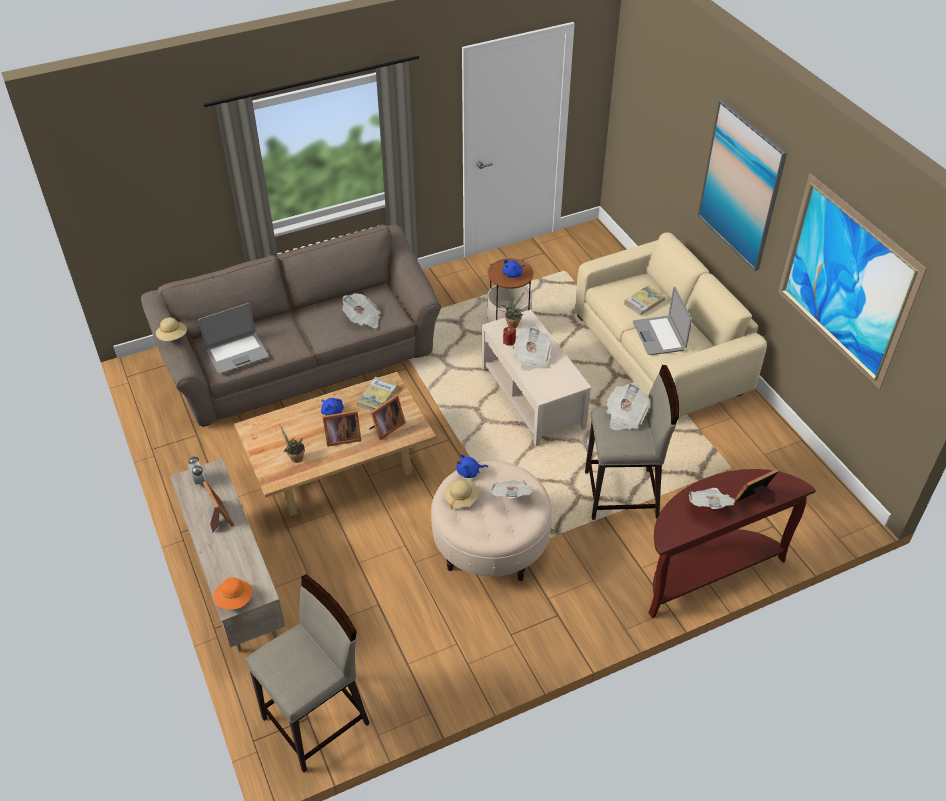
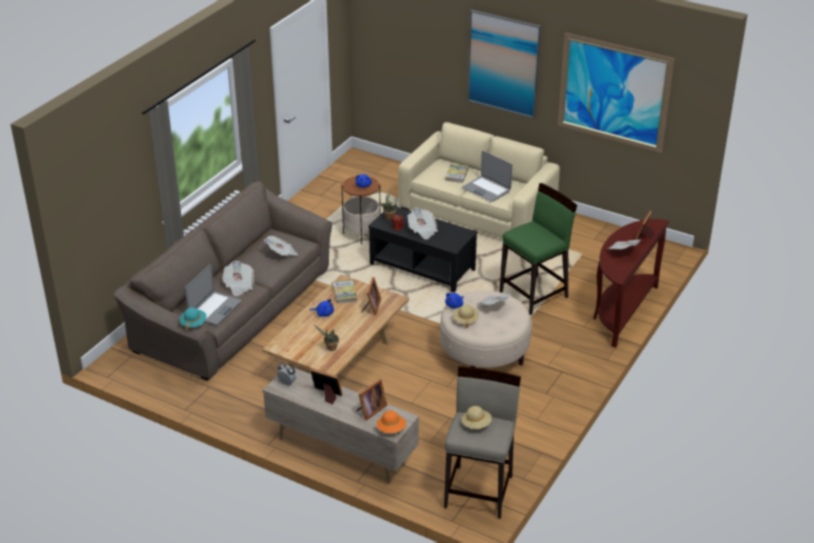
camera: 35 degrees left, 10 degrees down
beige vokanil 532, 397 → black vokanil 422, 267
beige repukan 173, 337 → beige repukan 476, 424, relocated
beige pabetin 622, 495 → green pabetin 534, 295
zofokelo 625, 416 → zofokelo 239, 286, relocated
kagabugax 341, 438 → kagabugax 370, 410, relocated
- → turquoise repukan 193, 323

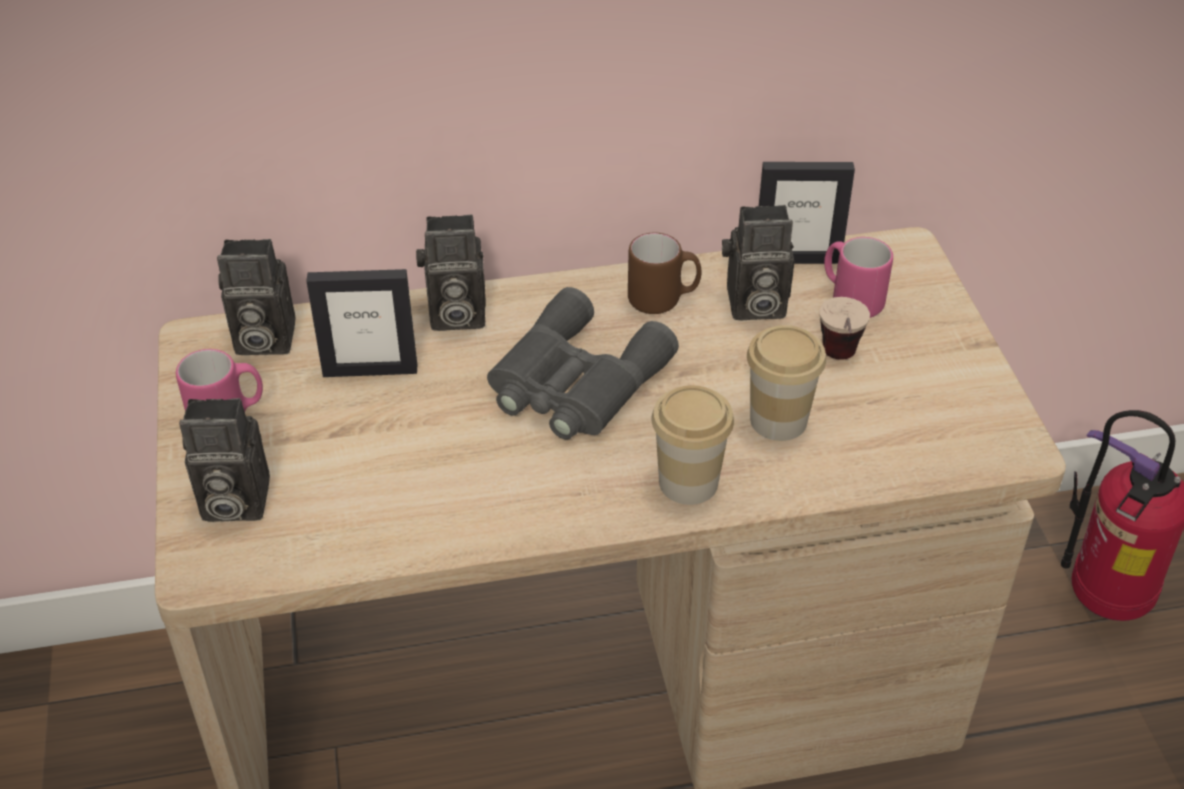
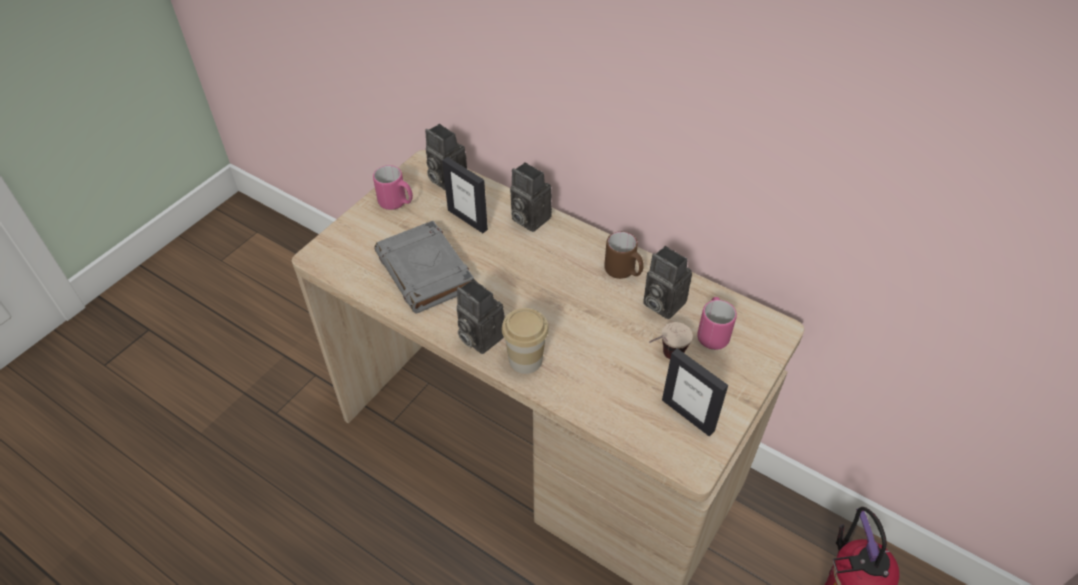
camera: 45 degrees right, 5 degrees up
kagabugax 797, 259 → kagabugax 688, 415, relocated
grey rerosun 574, 383 → -
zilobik 778, 420 → -
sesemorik 231, 502 → sesemorik 478, 336, relocated
- → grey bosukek 426, 272

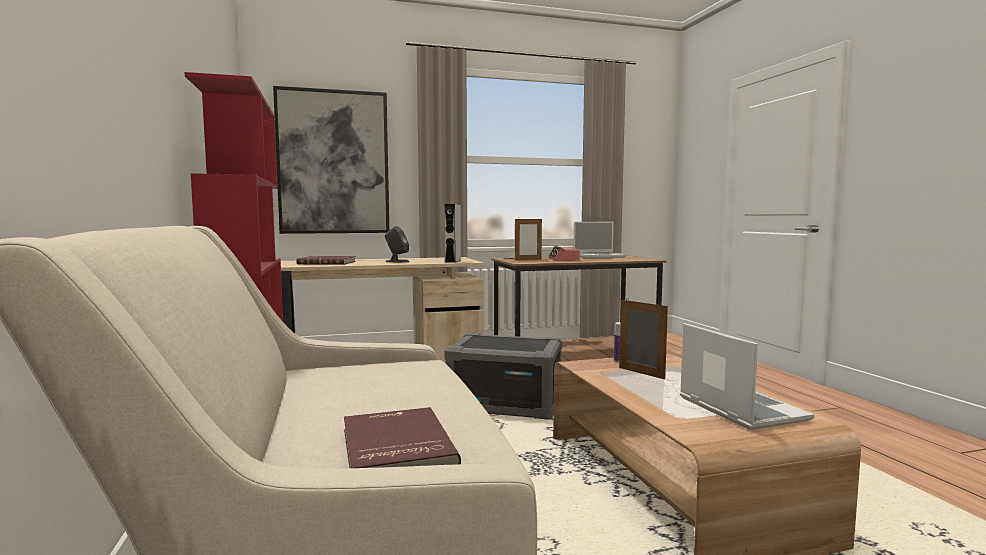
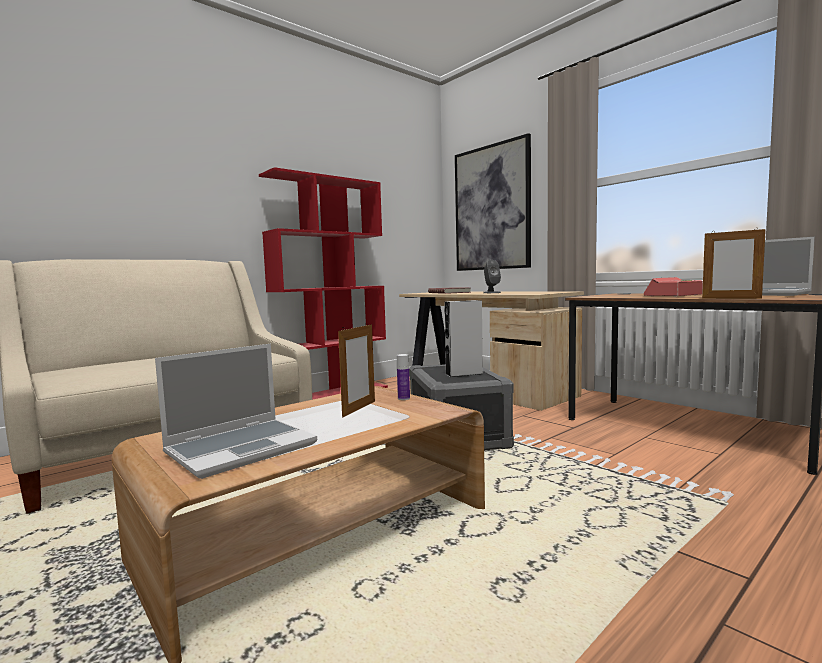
camera: 65 degrees right, 0 degrees up
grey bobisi 453, 261 → grey bobisi 464, 374, relocated
kagabugax 528, 259 → kagabugax 731, 298, relocated
red bosukek 394, 448 → -

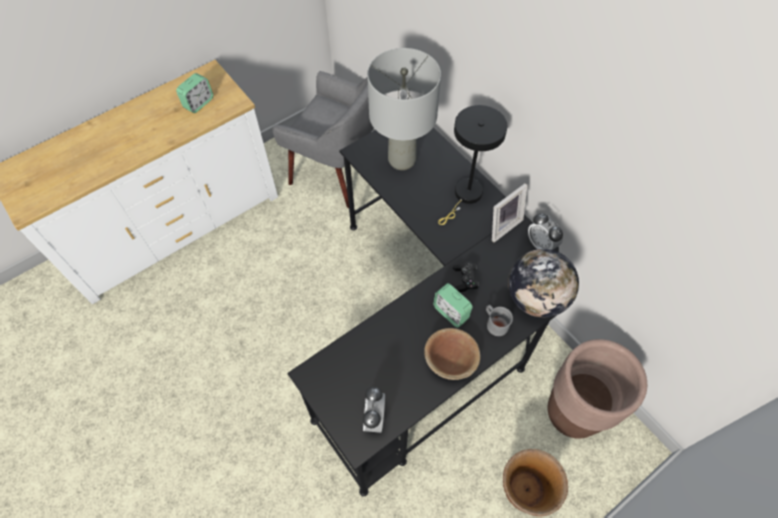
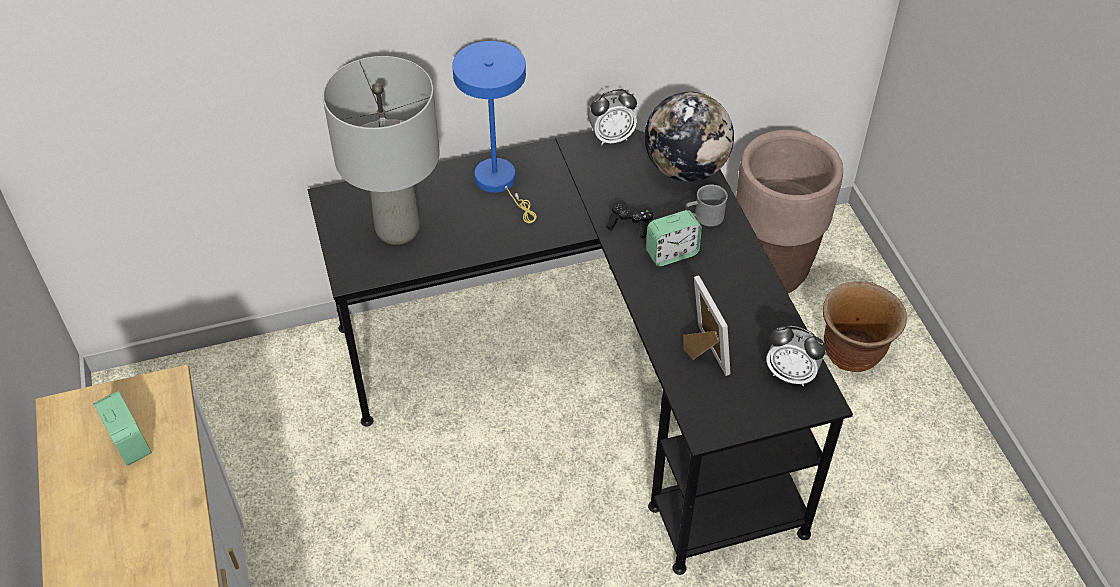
camera: 70 degrees left, 10 degrees down
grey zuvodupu 337, 171 → -
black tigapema 465, 196 → blue tigapema 500, 182
kagabugax 501, 225 → kagabugax 702, 353, relocated
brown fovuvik 451, 359 → -

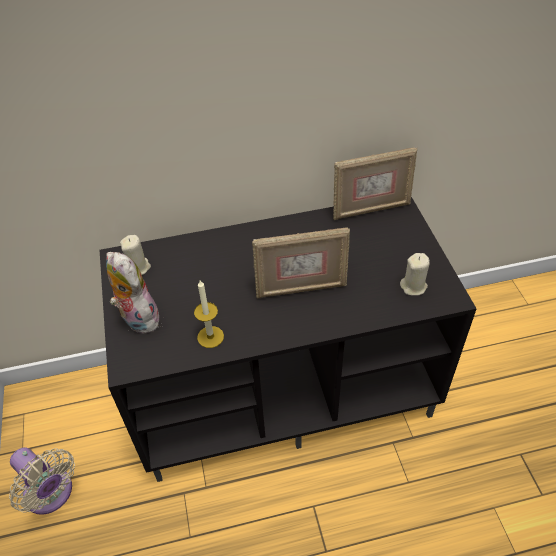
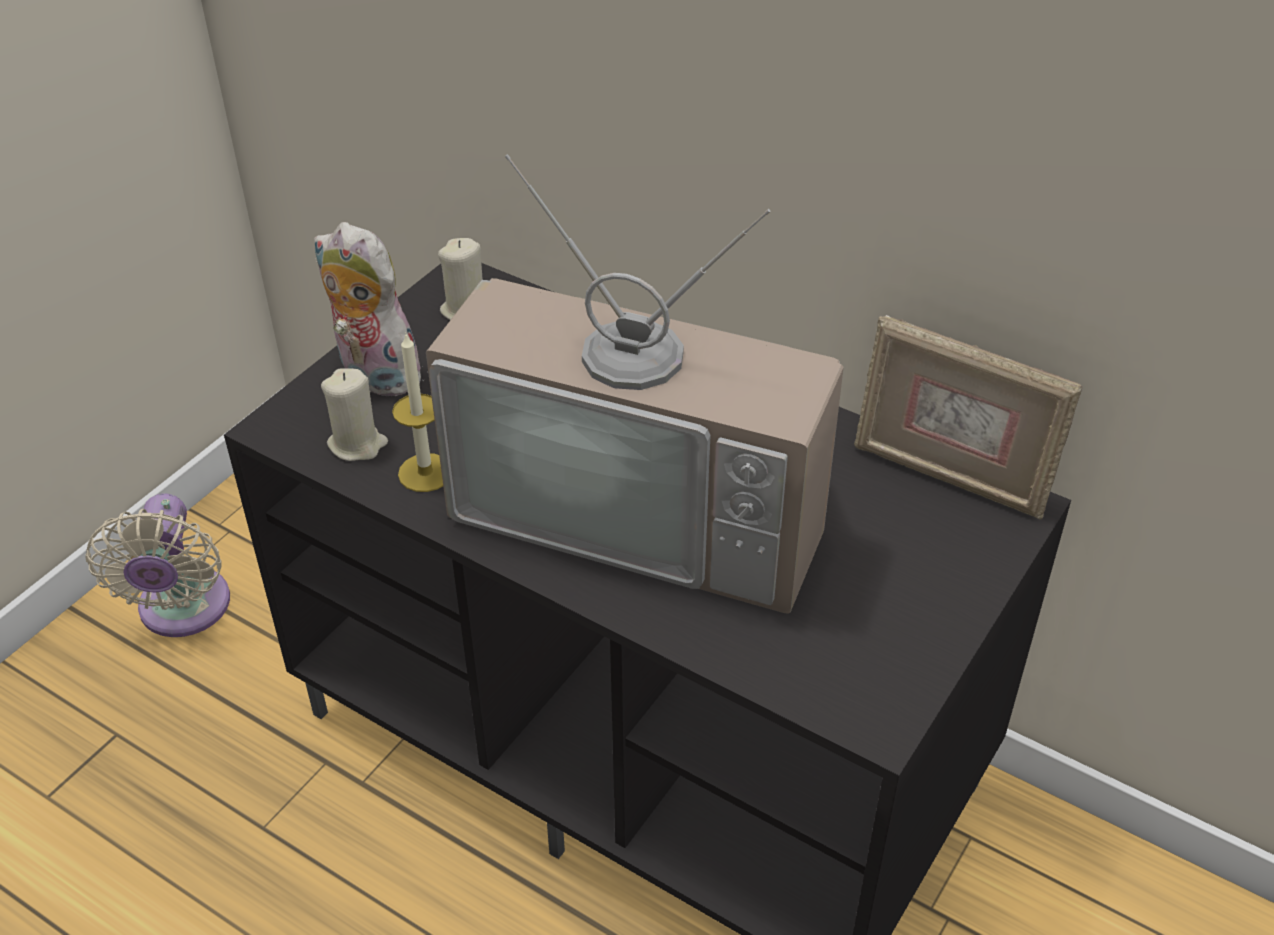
camera: 45 degrees right, 5 degrees down
kagabugax 301, 288 → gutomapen 646, 508
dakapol 137, 318 → dakapol 373, 375, 60 degrees counterclockwise
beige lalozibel 413, 286 → beige lalozibel 357, 444, relocated

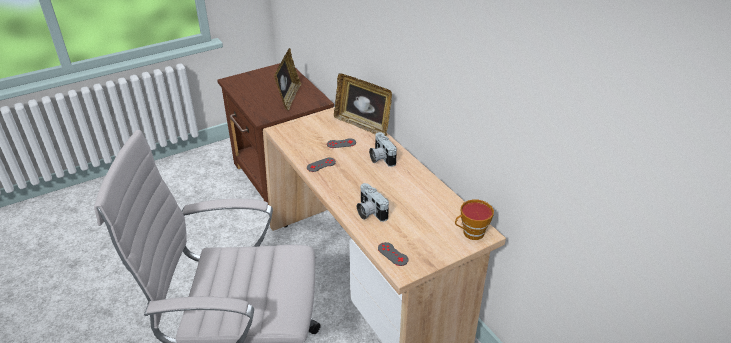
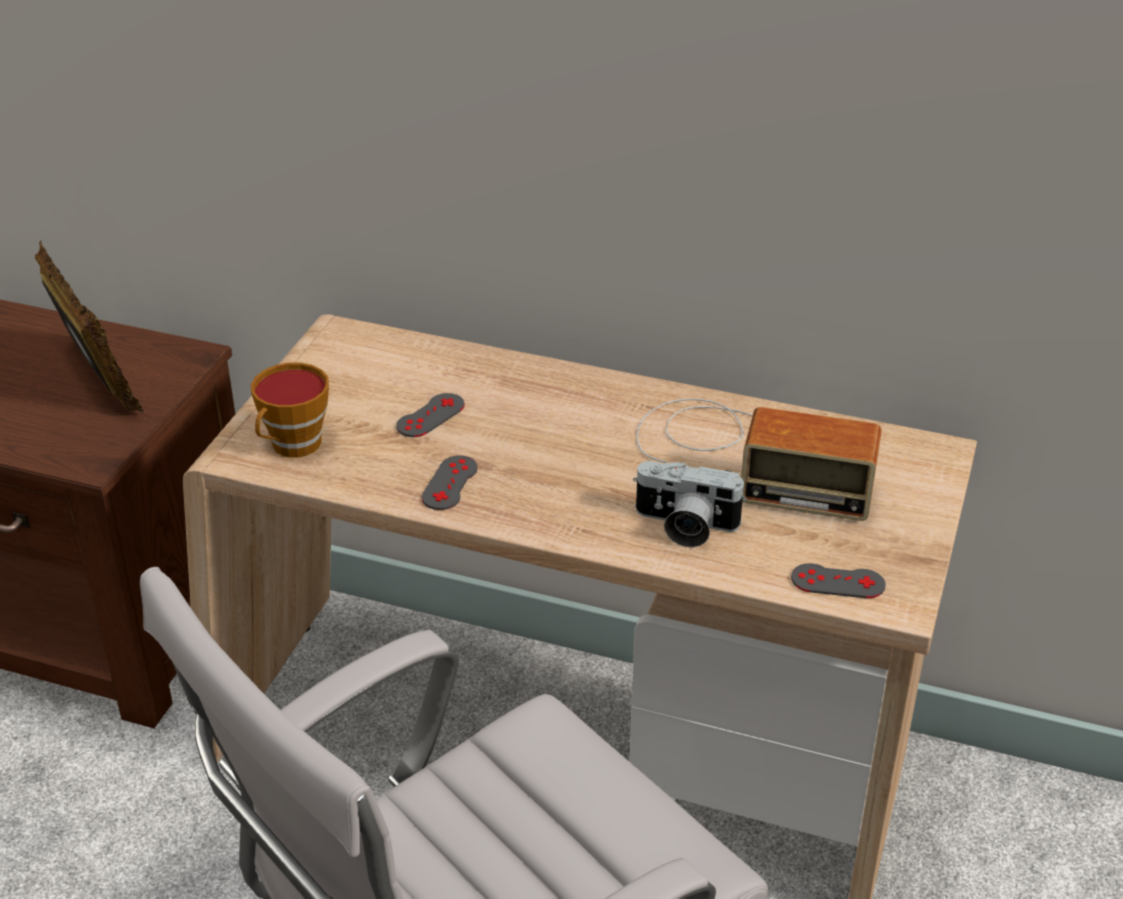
camera: 40 degrees left, 0 degrees up
kagabugax 363, 125 → -
sesemorik 380, 158 → -
zilobik 471, 233 → zilobik 293, 446, relocated
- → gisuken 747, 457

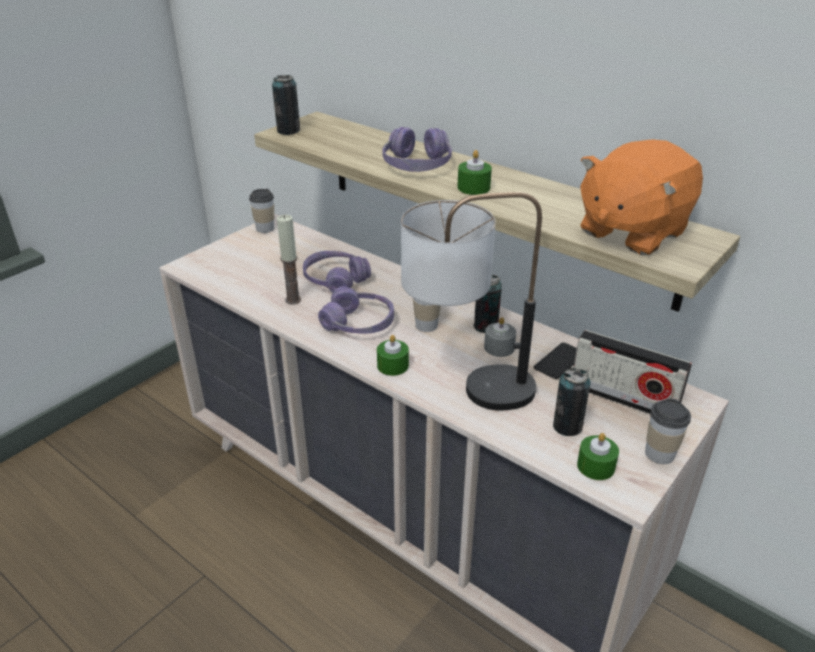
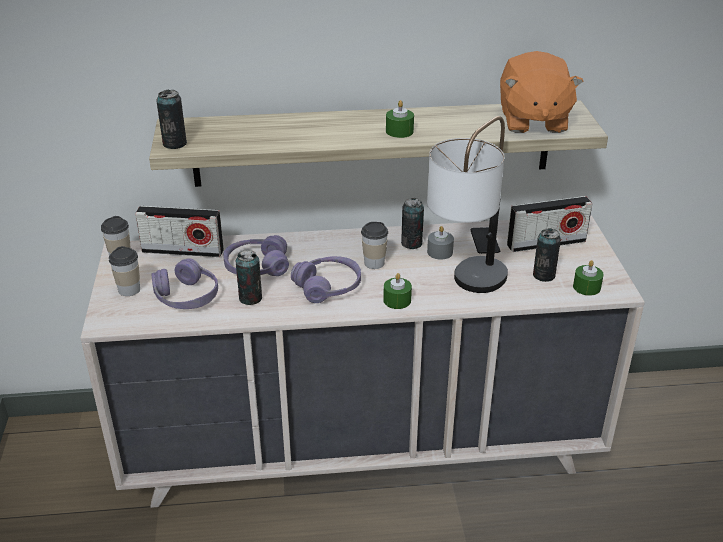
camera: 45 degrees left, 0 degrees up
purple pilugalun 417, 165 → purple pilugalun 187, 296, relocated
lalozibel 293, 300 → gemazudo 250, 298
zilobik 659, 454 → zilobik 129, 290, relocated
- → gisuken 183, 251

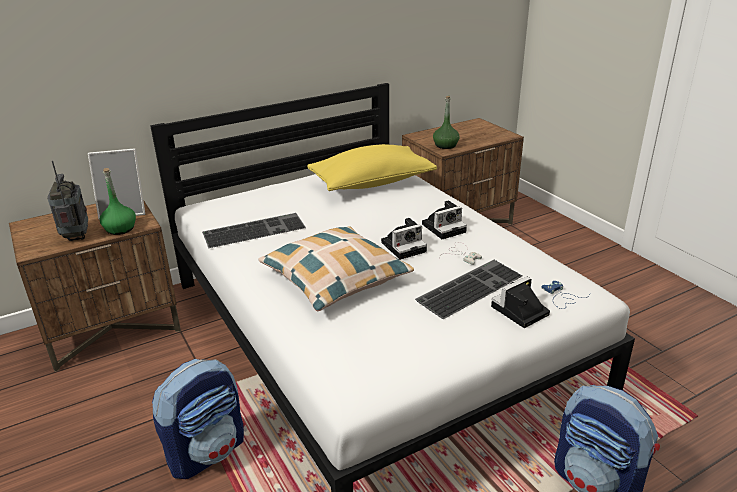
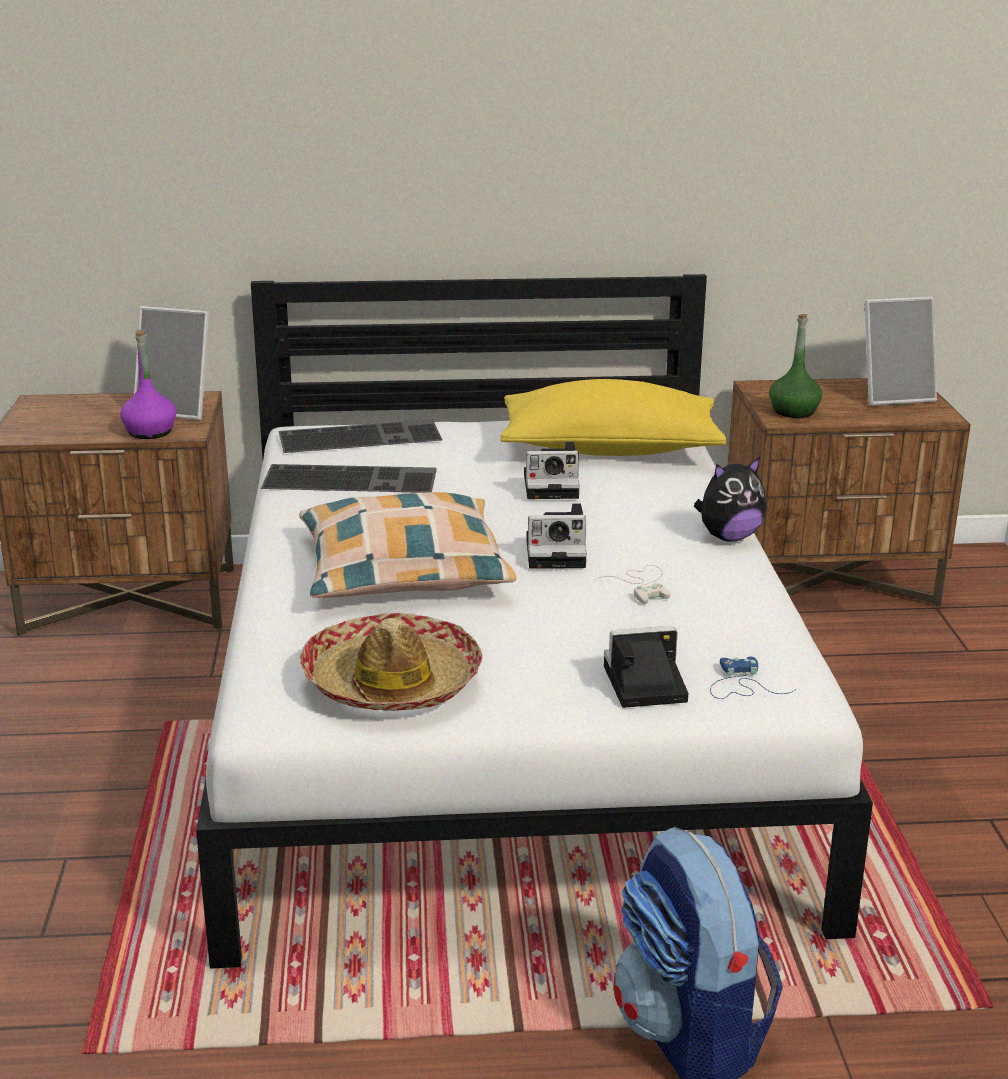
camera: 25 degrees right, 5 degrees down
gisuken 76, 236 → -
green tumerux 120, 229 → purple tumerux 150, 432
sesemorik 444, 227 → sesemorik 553, 486, relocated
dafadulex 469, 287 → dafadulex 361, 436, relocated
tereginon 207, 451 → -
- → kagabugax 893, 396
- → dakapol 728, 537
- → repukan 391, 682

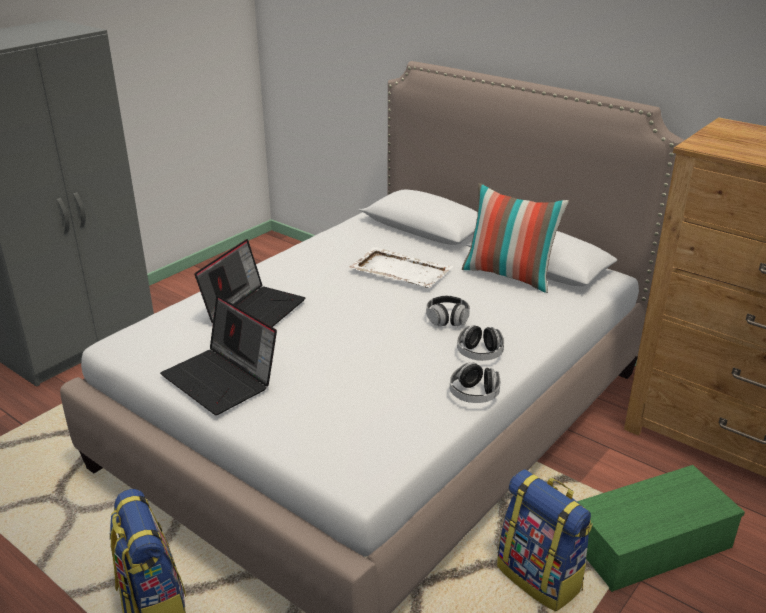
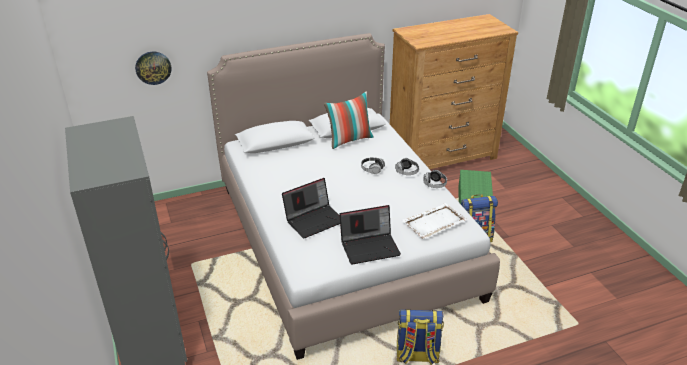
camera: 60 degrees left, 5 degrees up
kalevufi 254, 310 → kalevufi 314, 219, 90 degrees clockwise
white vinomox 400, 271 → white vinomox 433, 222, relocated
- → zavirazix 153, 67

